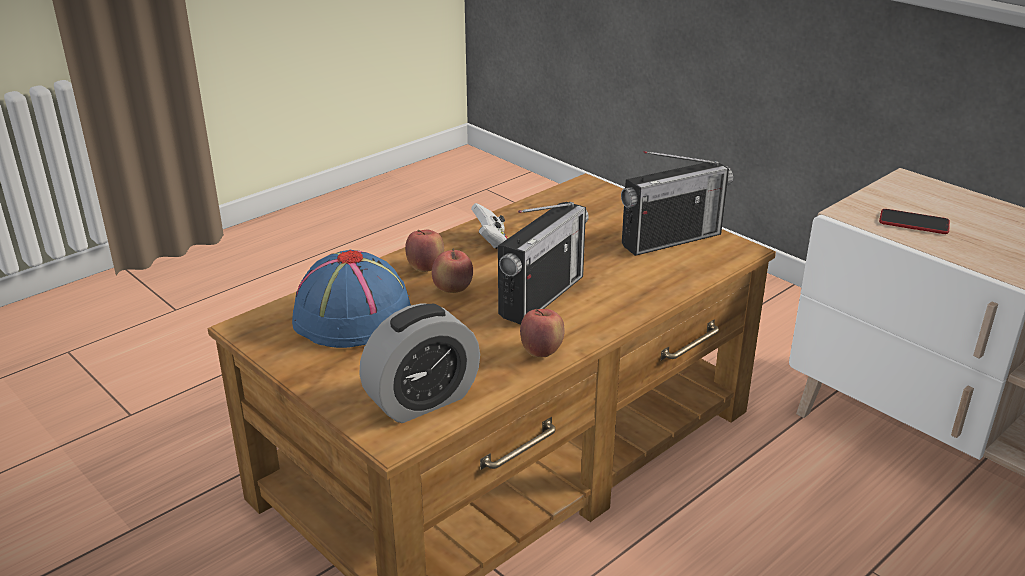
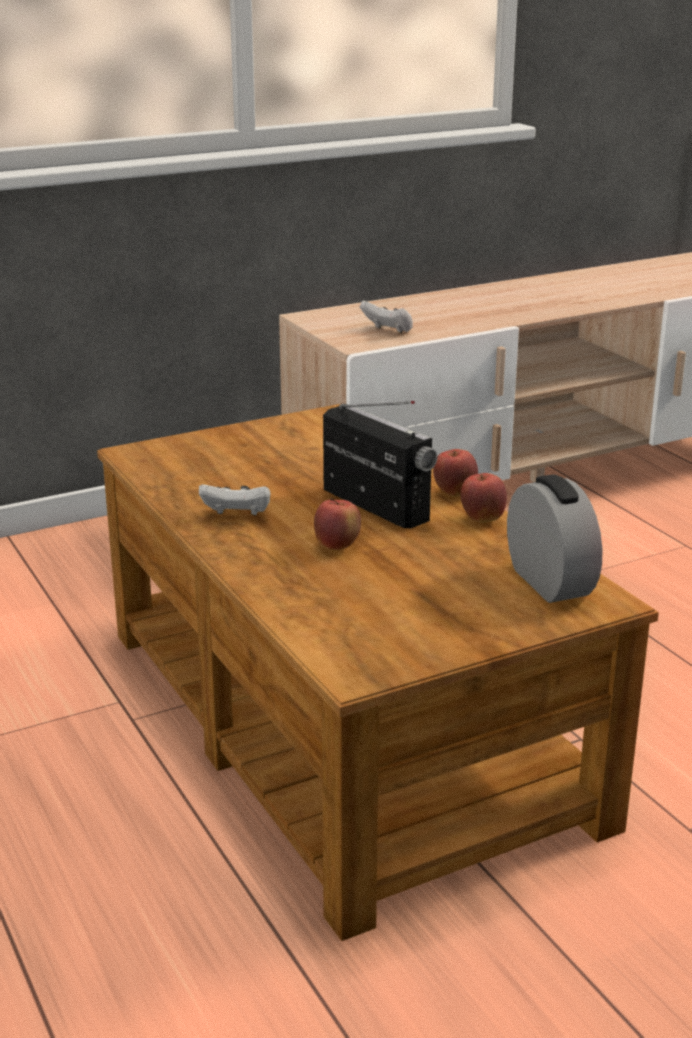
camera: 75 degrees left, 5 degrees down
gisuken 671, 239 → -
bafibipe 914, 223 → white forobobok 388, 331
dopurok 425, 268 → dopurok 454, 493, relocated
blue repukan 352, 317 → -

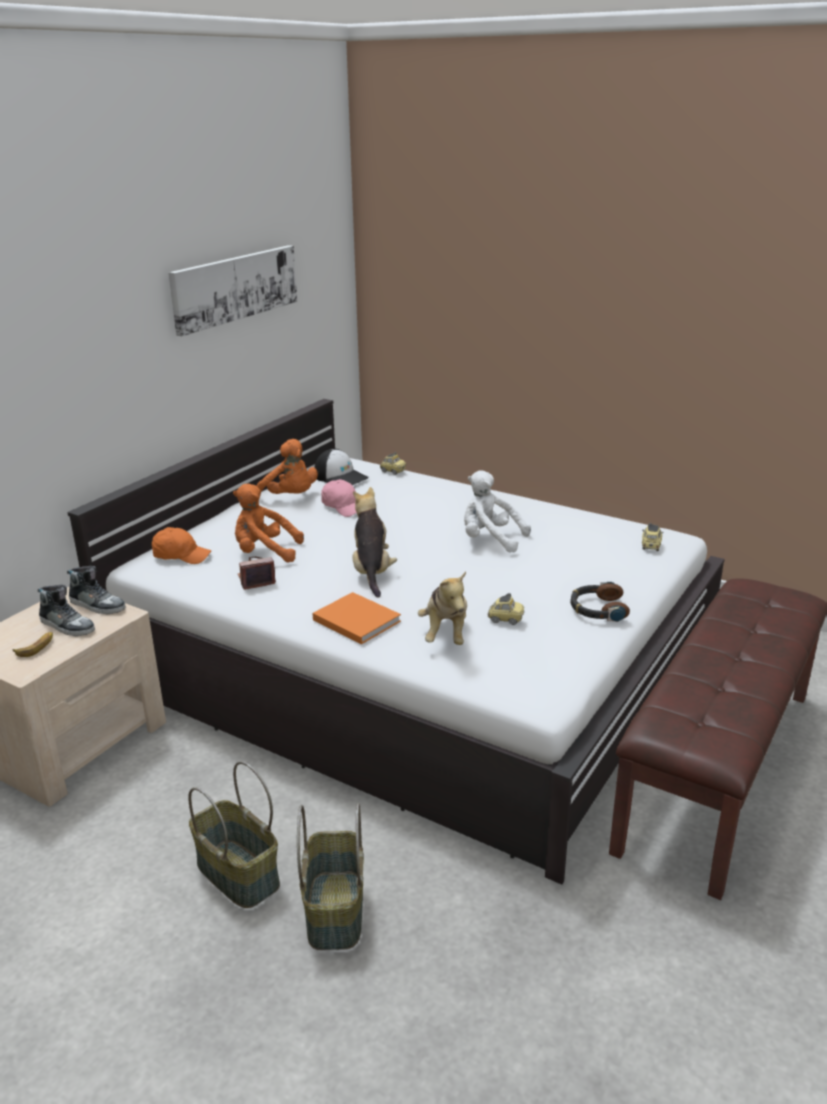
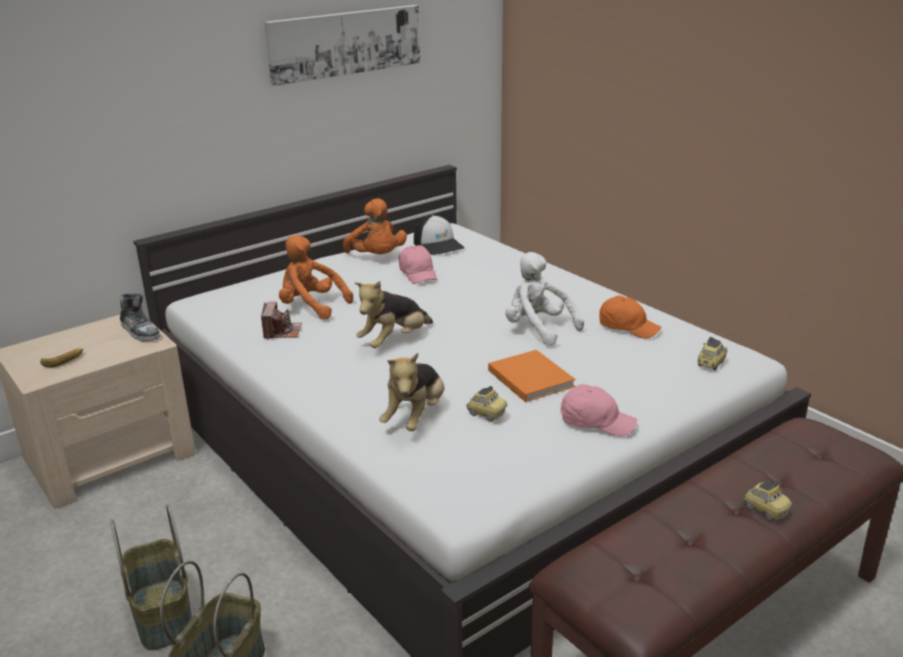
camera: 20 degrees right, 0 degrees up
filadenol 393, 471 → filadenol 765, 510, relocated
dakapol 372, 571 → dakapol 394, 341, 150 degrees counterclockwise
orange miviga 181, 556 → orange miviga 628, 327, relocated
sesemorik 256, 580 → sesemorik 282, 332, 90 degrees clockwise
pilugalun 597, 609 → pink miviga 596, 422
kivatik 67, 625 → -
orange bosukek 355, 620 → orange bosukek 529, 377, relocated

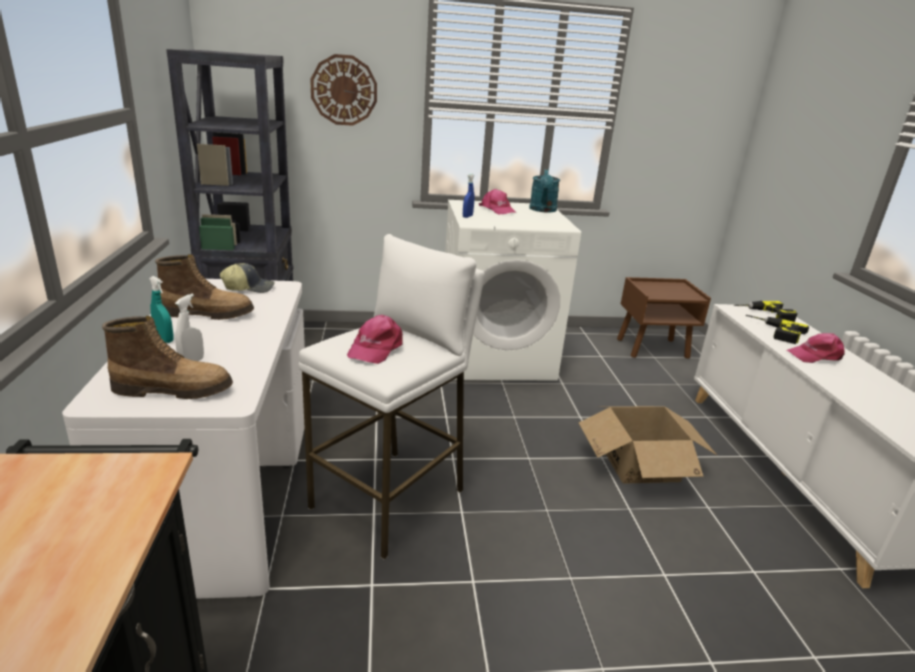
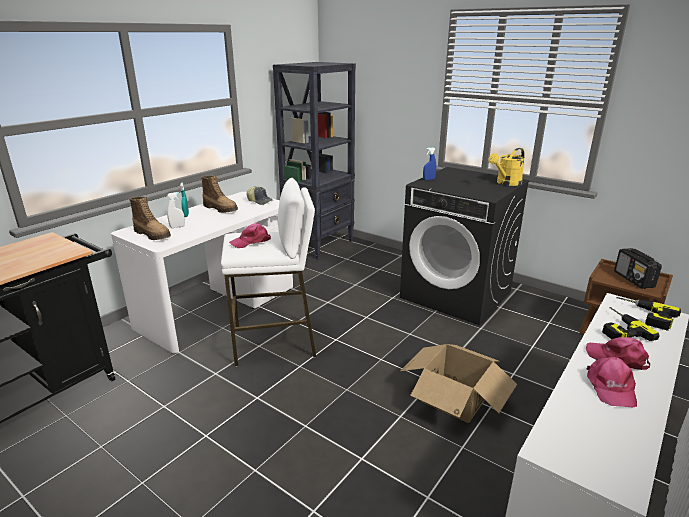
camera: 45 degrees right, 0 degrees up
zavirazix 344, 90 → -
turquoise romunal 543, 210 → yellow romunal 506, 183
pink miviga 497, 210 → pink miviga 610, 387, relocated
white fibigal 496, 356 → black fibigal 456, 295
- → gisuken 634, 280

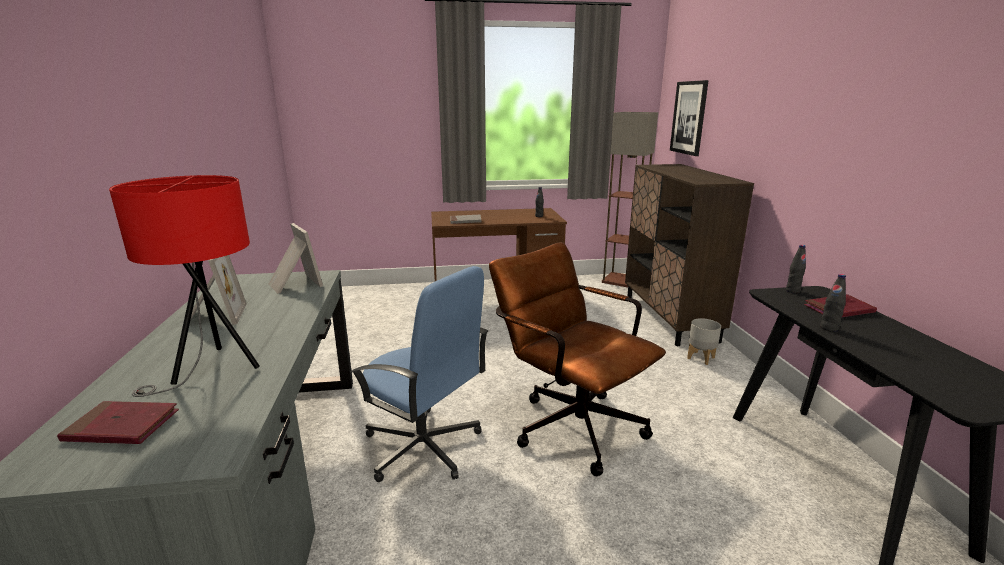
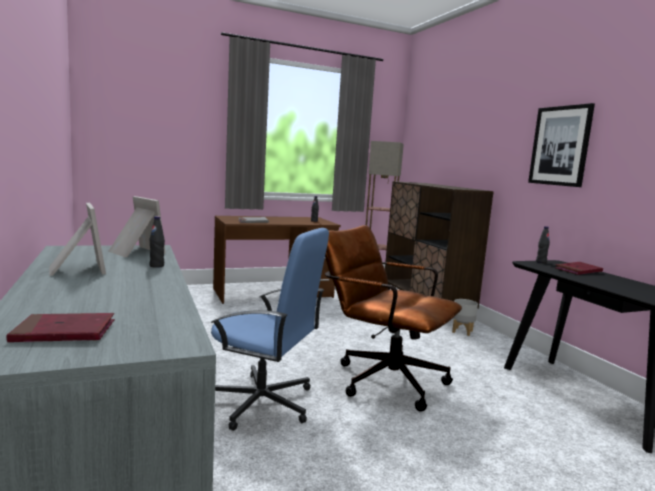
camera: 15 degrees left, 10 degrees down
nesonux 689, 118 → nesonux 560, 146, relocated
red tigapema 212, 369 → -
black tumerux 829, 328 → black tumerux 157, 266, relocated

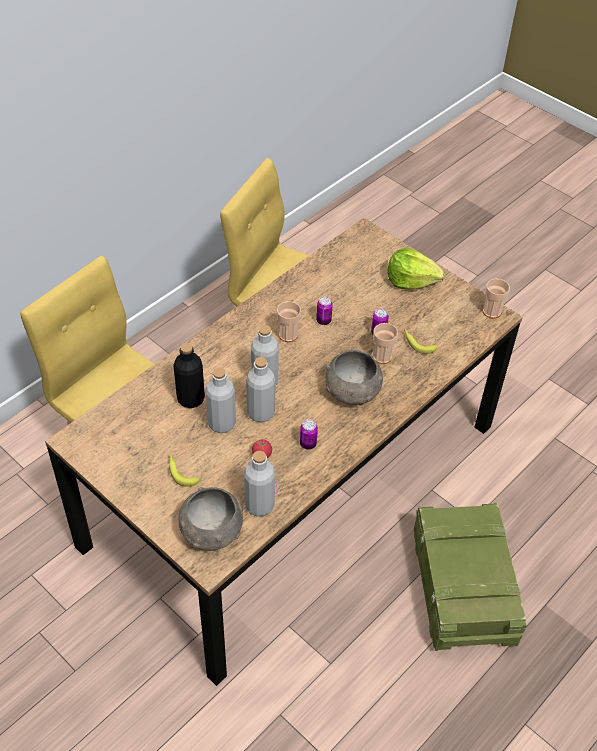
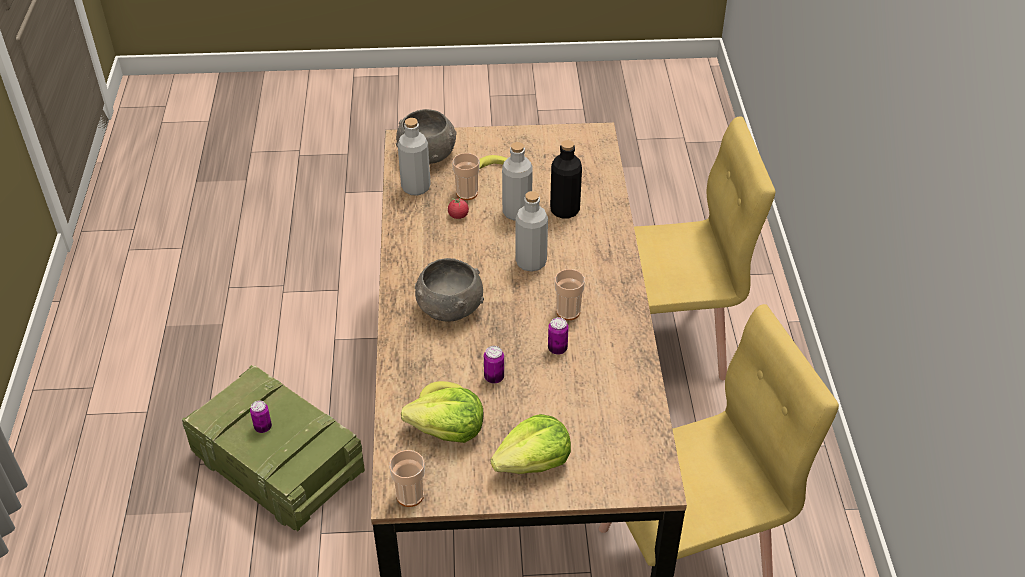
camera: 135 degrees right, 5 degrees down
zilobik 382, 357 → zilobik 467, 193, relocated
grey tumerux 260, 413 → -
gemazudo 308, 444 → gemazudo 263, 427, relocated
- → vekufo 448, 431

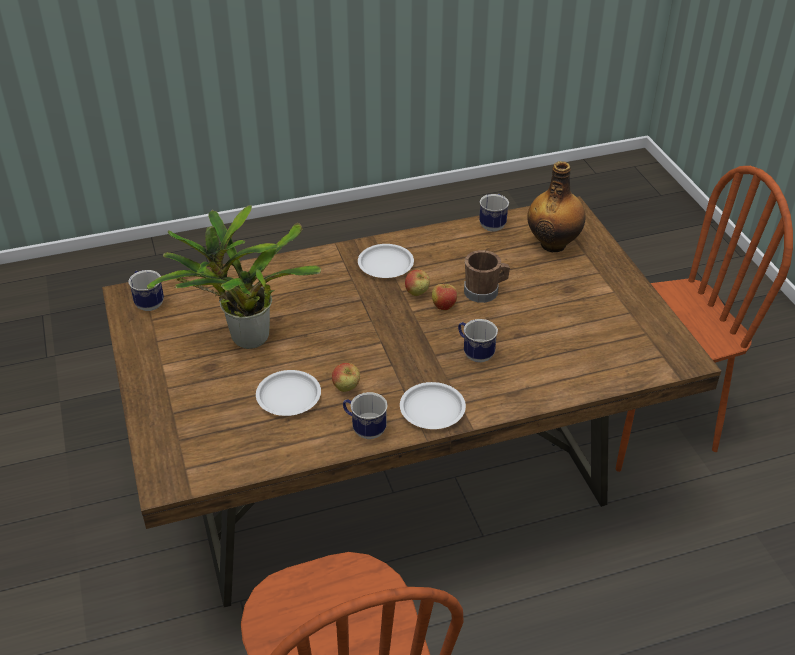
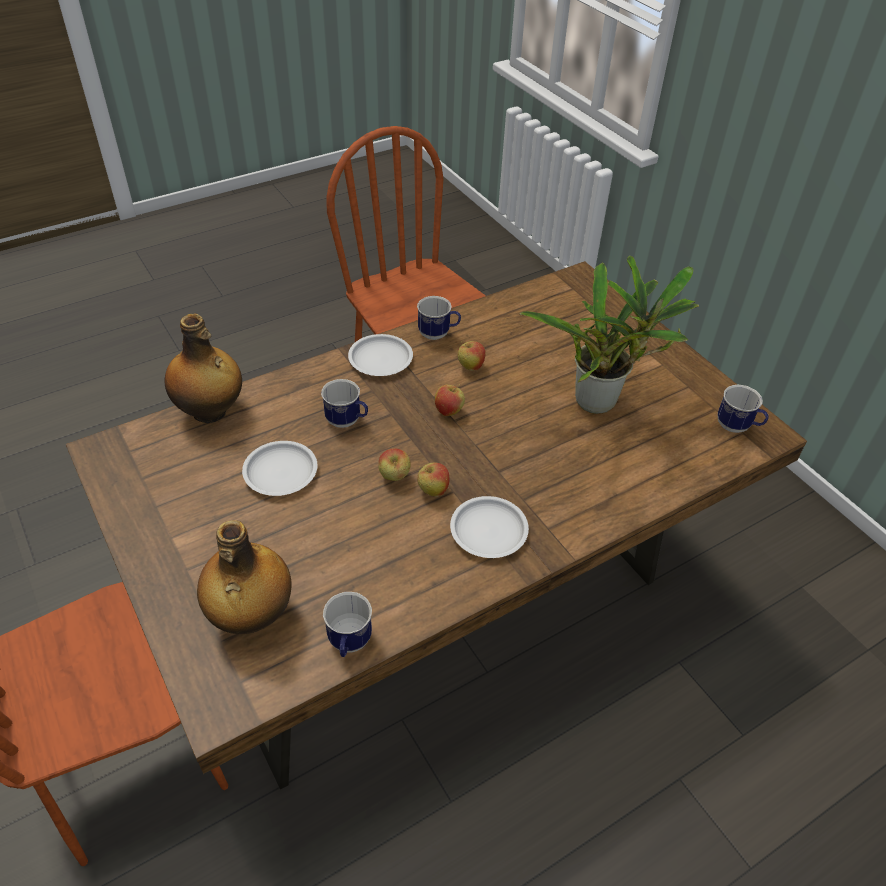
camera: 165 degrees right, 5 degrees up
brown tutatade 485, 292 → -
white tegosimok 288, 396 → white tegosimok 281, 472, relocated
- → tumerux 210, 412
- → dopurok 449, 411

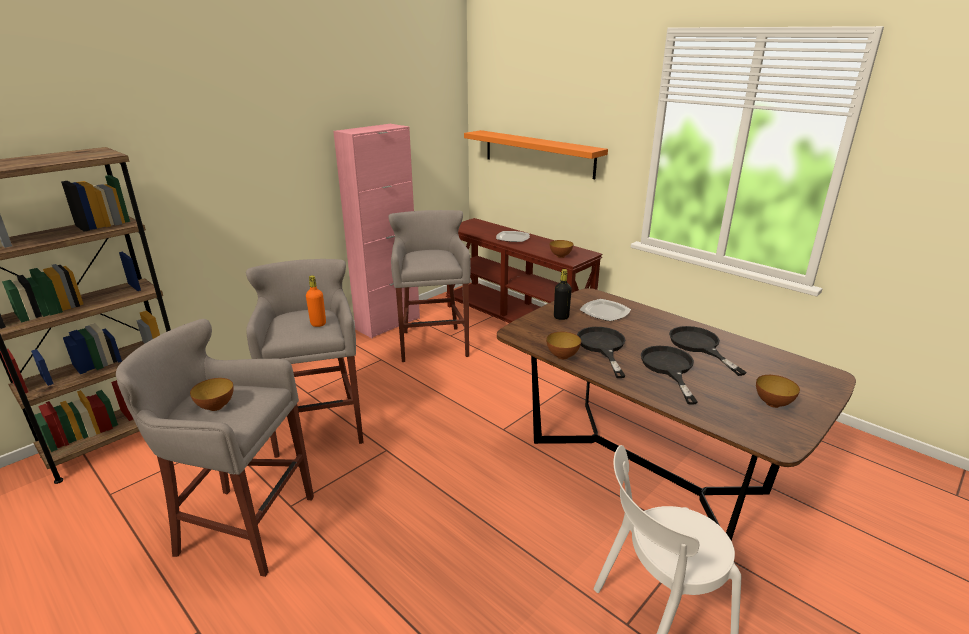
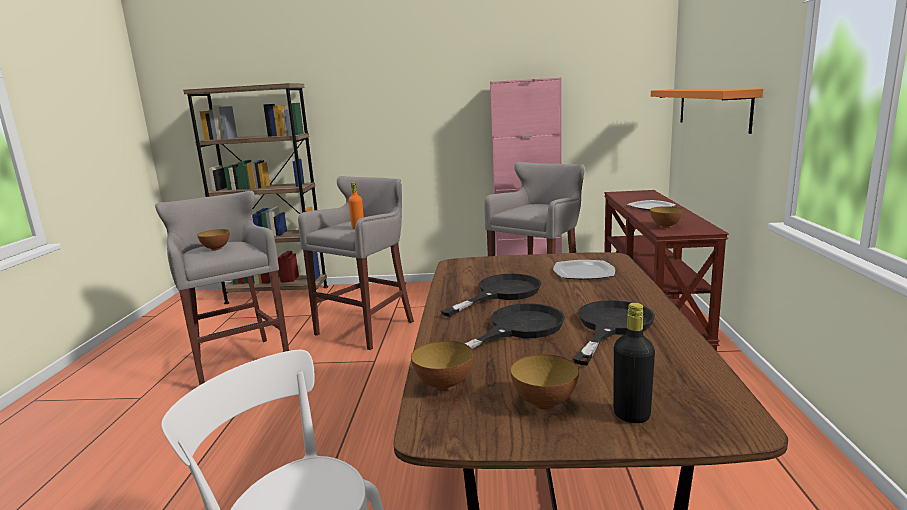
camera: 50 degrees right, 10 degrees down
black tumerux 561, 317 → black tumerux 631, 415, relocated
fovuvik 562, 356 → fovuvik 444, 385, relocated

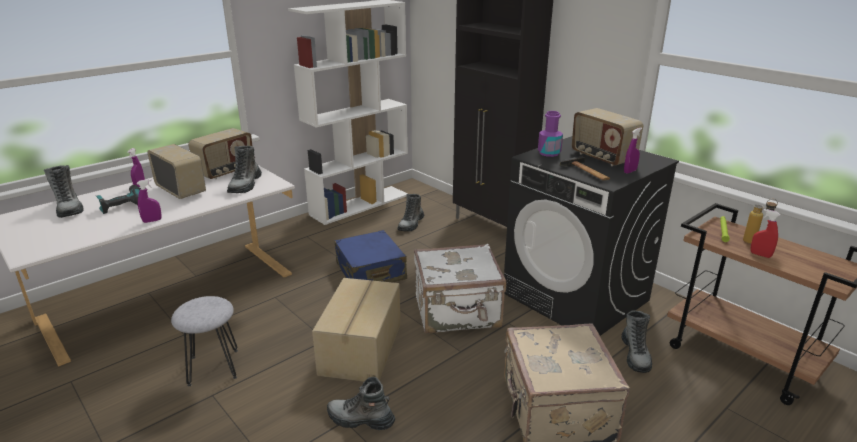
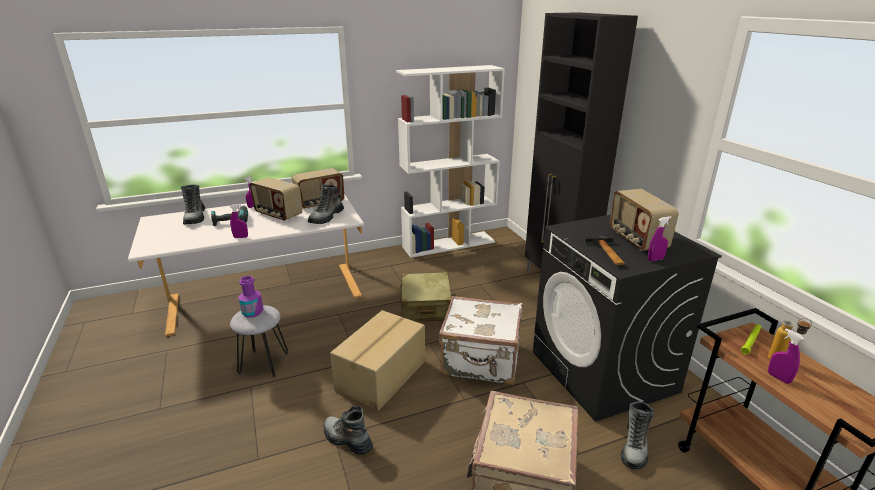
camera: 20 degrees right, 0 degrees up
purple tumerux 549, 153 → purple tumerux 252, 312, relocated
gisuken 181, 190 → gisuken 278, 215, 150 degrees clockwise
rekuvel 411, 224 → -
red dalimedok 760, 255 → purple dalimedok 778, 378
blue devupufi 370, 271 → beige devupufi 426, 307

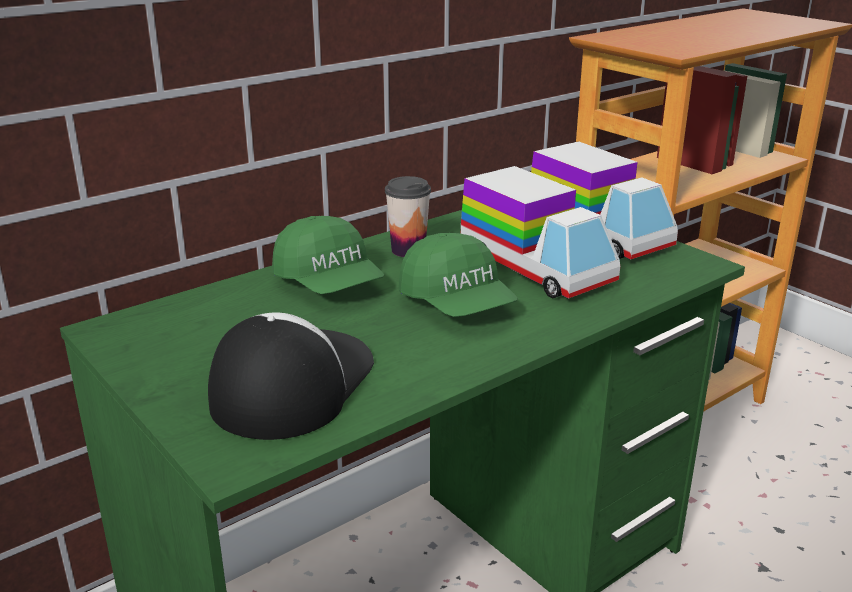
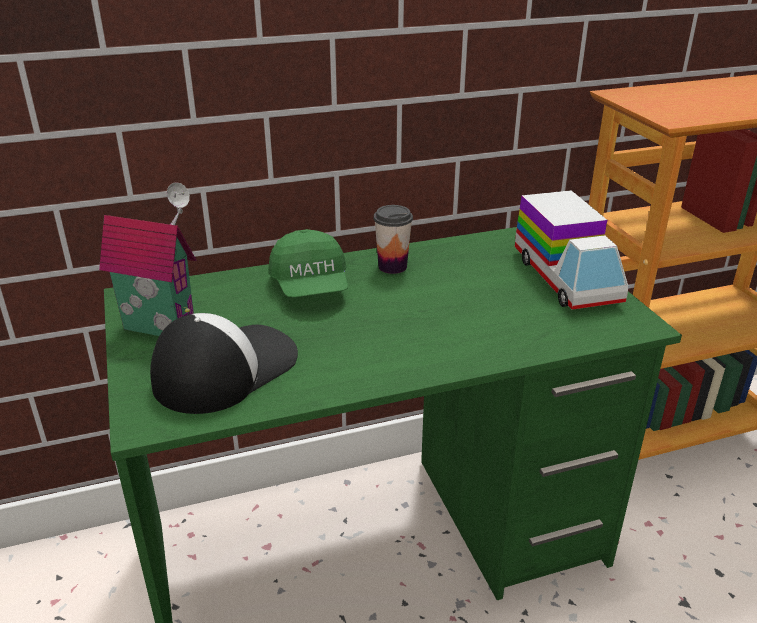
camera: 20 degrees right, 5 degrees up
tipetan 535, 267 → -
green miviga 457, 304 → -
- → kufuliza 163, 325

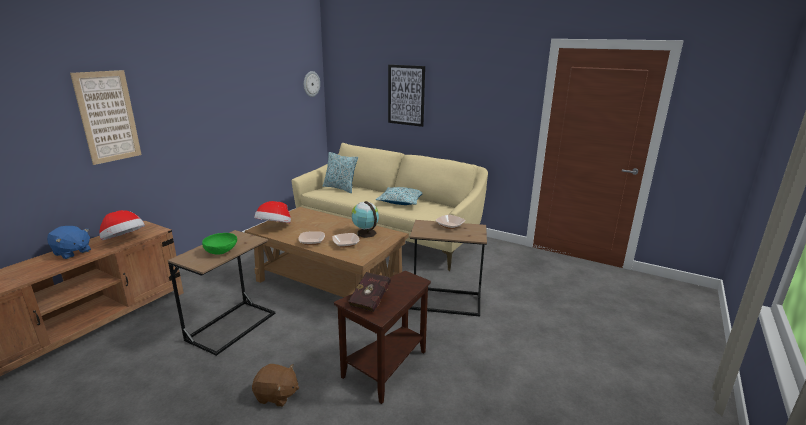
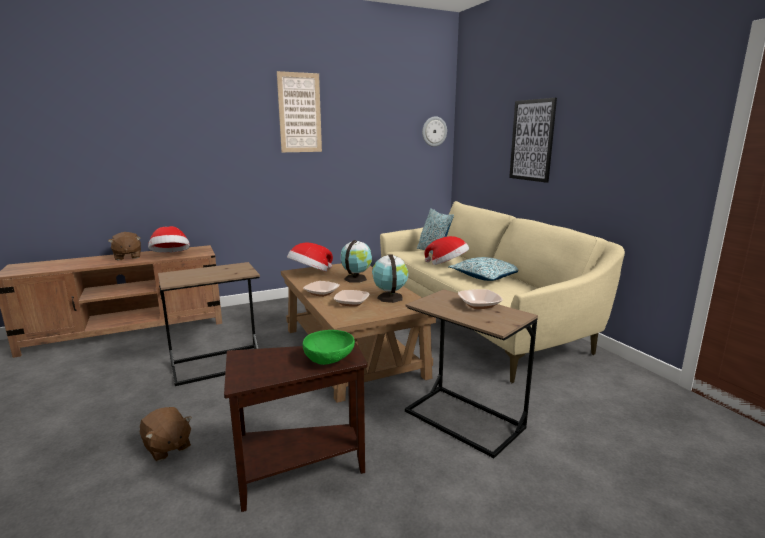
camera: 35 degrees right, 5 degrees down
nesonux 108, 117 → nesonux 300, 113, relocated
blue dakapol 72, 252 → brown dakapol 127, 257
green fovuvik 221, 251 → green fovuvik 329, 360, relocated
red bosukek 371, 300 → -
- → repukan 447, 264
- → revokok 356, 278

